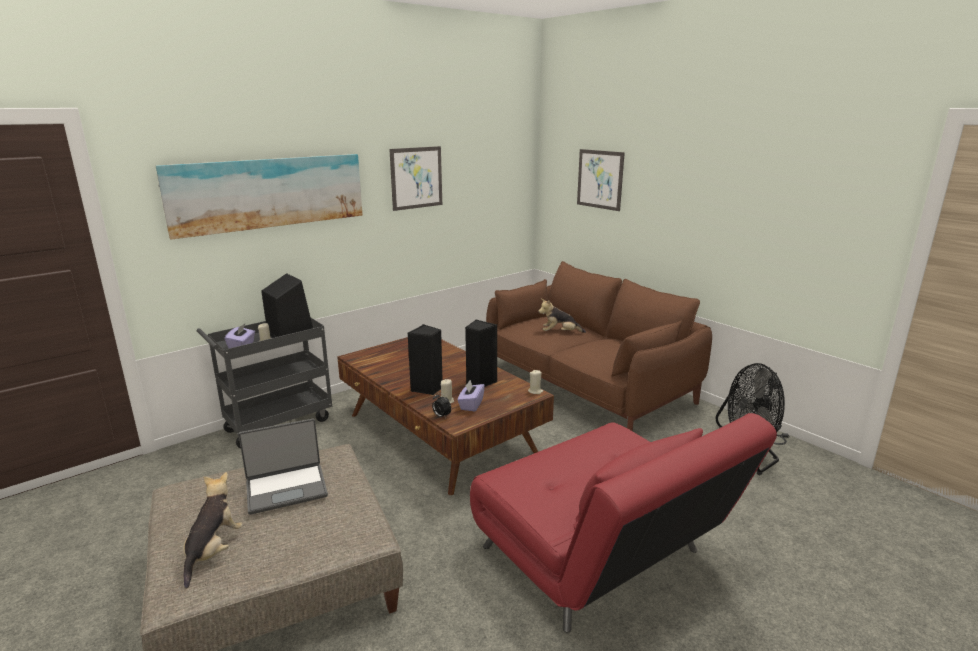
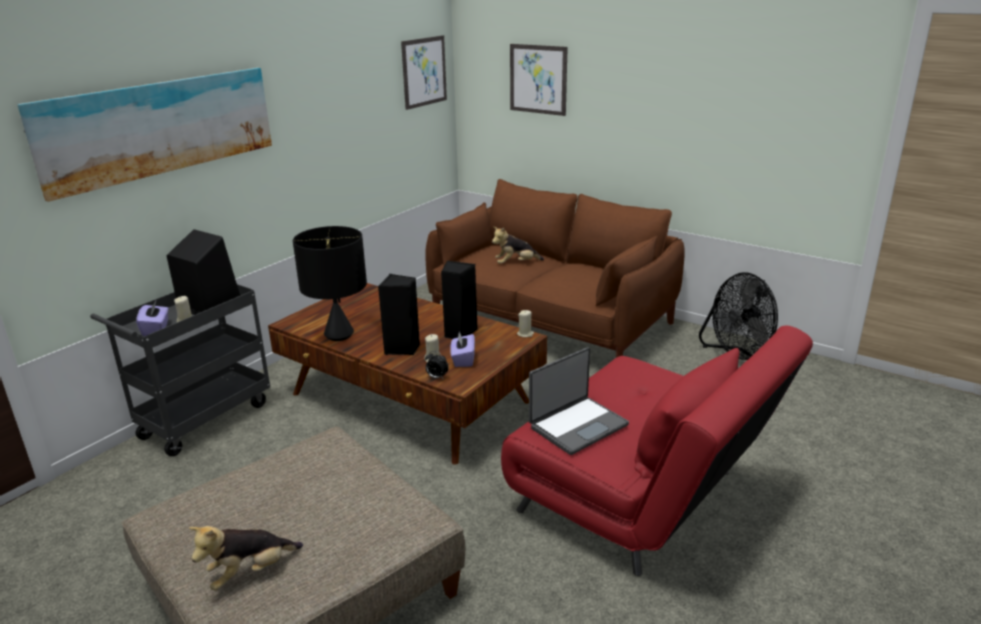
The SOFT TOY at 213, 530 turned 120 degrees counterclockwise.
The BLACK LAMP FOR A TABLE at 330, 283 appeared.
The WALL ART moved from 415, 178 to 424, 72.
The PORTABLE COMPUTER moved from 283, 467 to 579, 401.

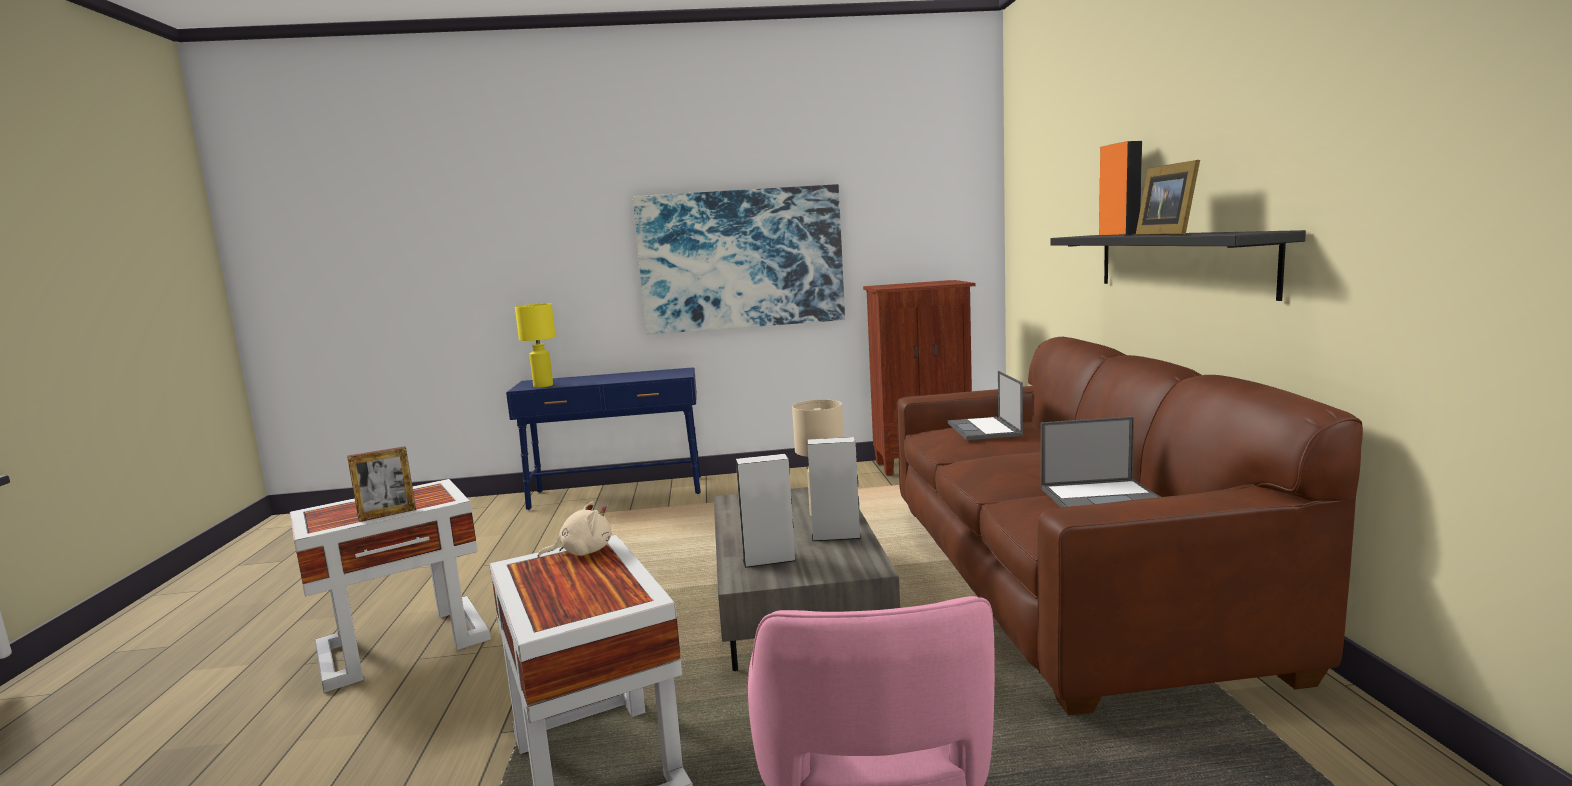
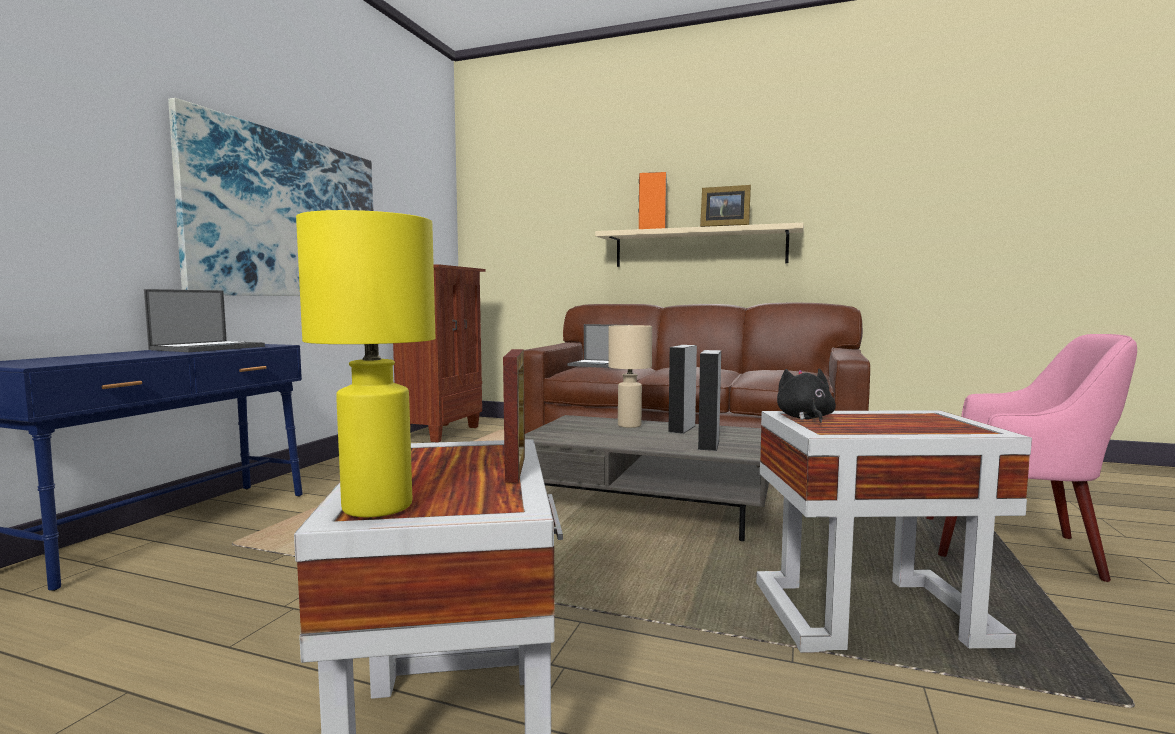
The PORTABLE COMPUTER moved from 1100, 461 to 204, 320.
The YELLOWISH LAMP FOR A TABLE moved from 535, 345 to 365, 363.
The BLACK BRACKET SHELF at 1178, 265 became the SAND-COLOURED BRACKET SHELF at 699, 245.
The SAND-COLOURED SOFT TOY at 574, 529 became the BLACK SOFT TOY at 806, 396.

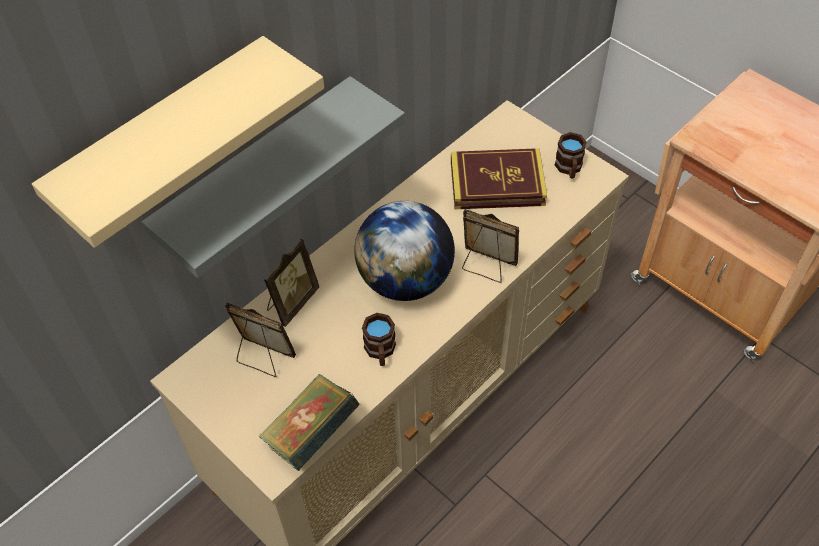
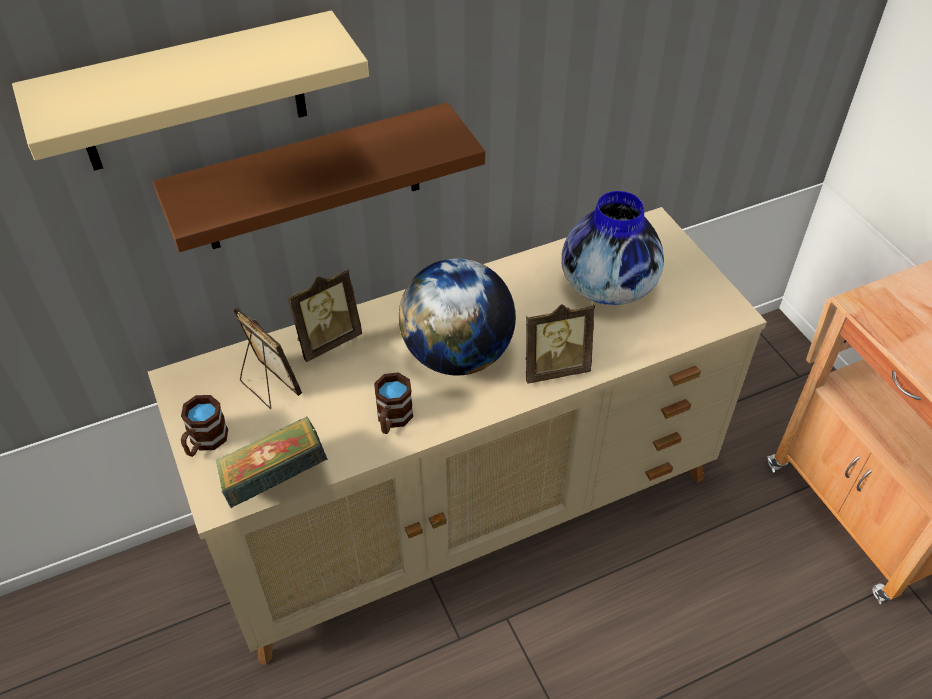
The GREY BRACKET SHELF at 273, 177 became the BROWNISH BRACKET SHELF at 319, 177.
The BROWNISH MUG moved from 571, 155 to 204, 426.
The PICTURE FRAME at 490, 246 turned 120 degrees clockwise.
The BOOK at 499, 178 was replaced by the VASE at 612, 248.

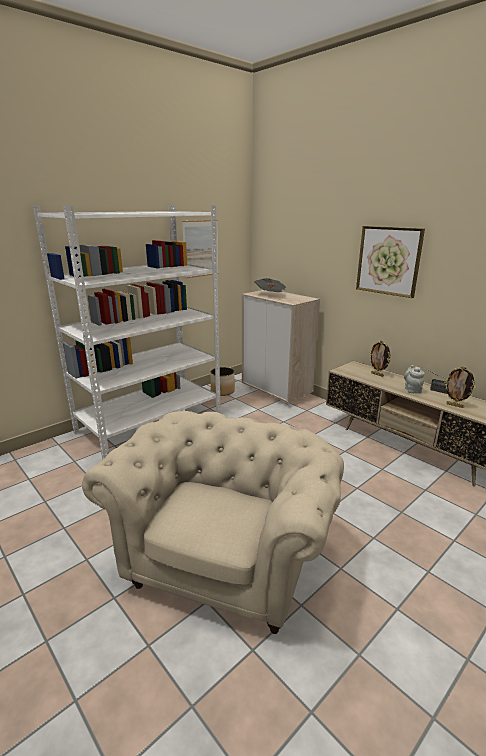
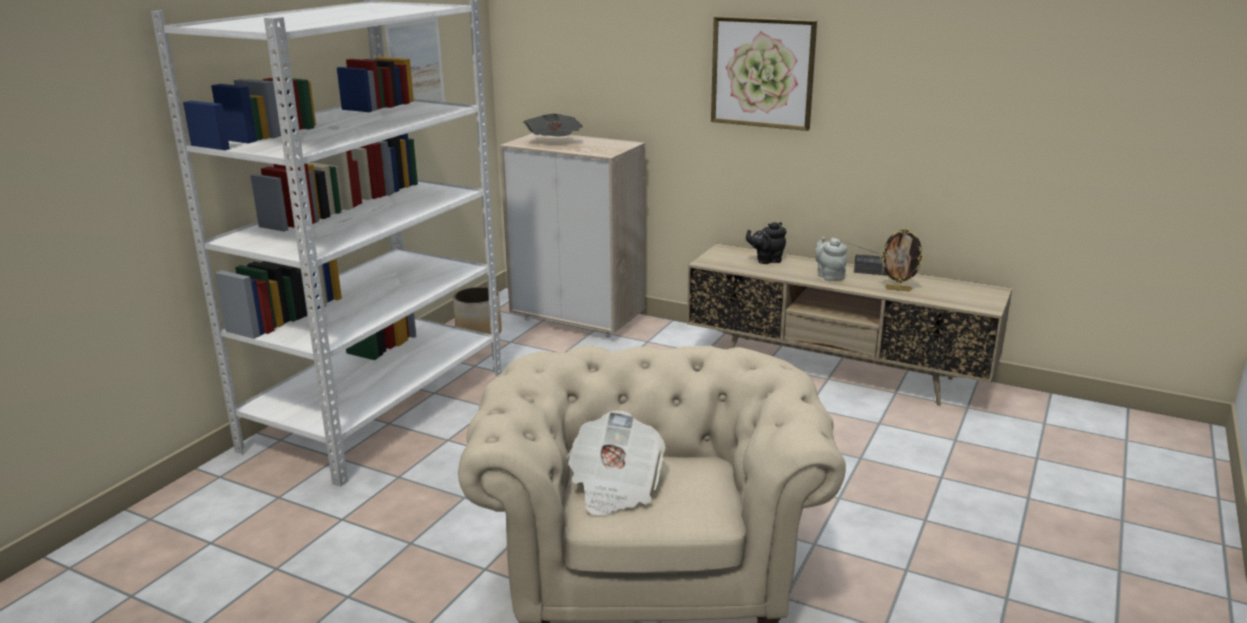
The NEWSPAPER at 616, 462 appeared.
The PICTURE FRAME at 380, 358 was replaced by the BLACK TEAPOT at 766, 243.

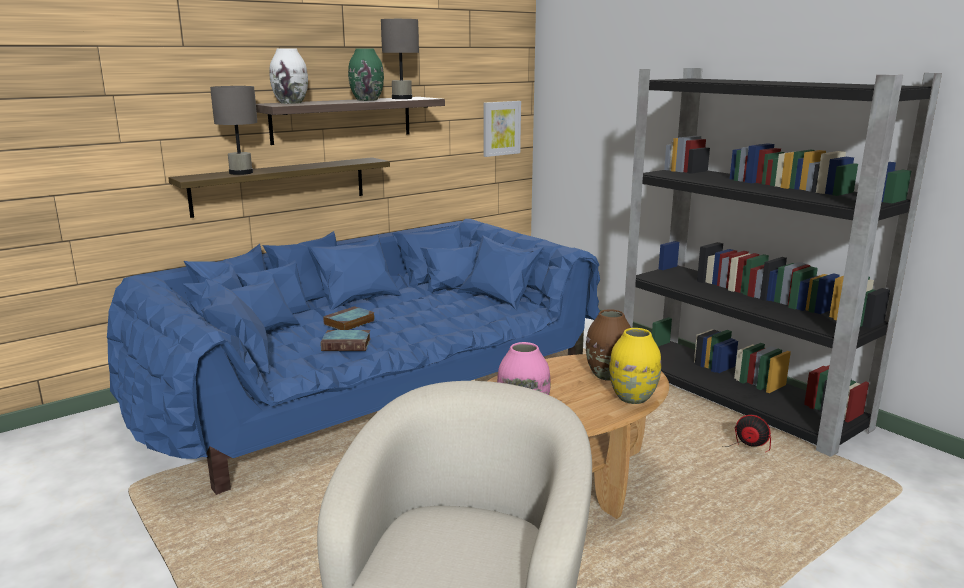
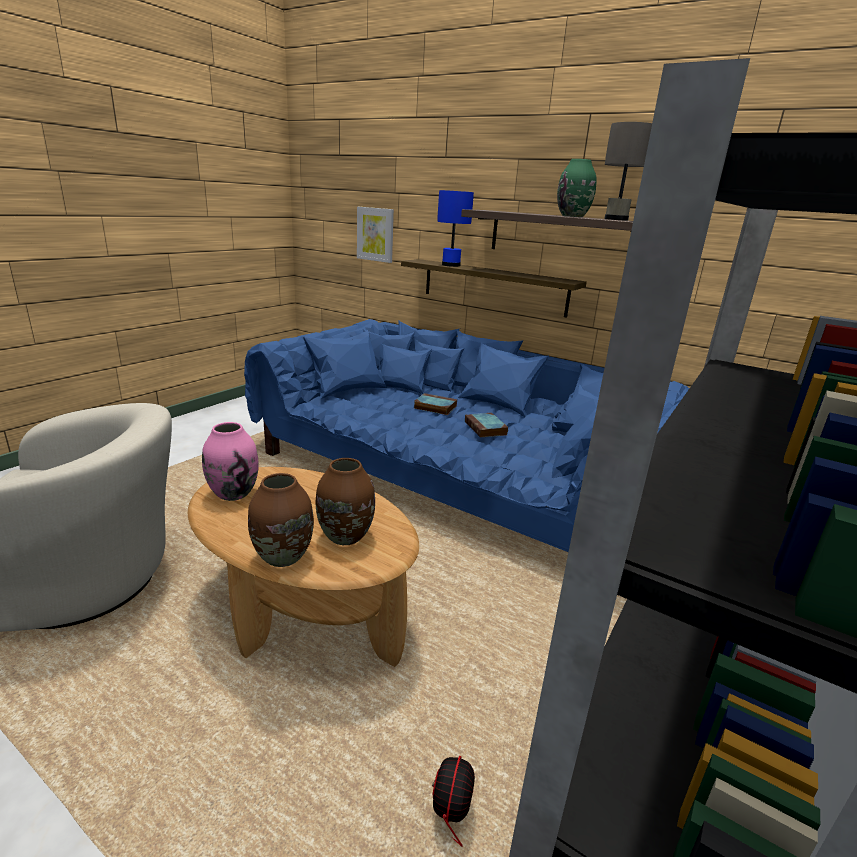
The YELLOWISH VASE at 635, 366 became the BROWNISH VASE at 281, 520.
The WALL ART moved from 502, 129 to 375, 235.
The GREY LAMP FOR A TABLE at 233, 130 became the BLUISH LAMP FOR A TABLE at 455, 228.
The BOOK moved from 345, 340 to 486, 425.
The WHITISH VASE at 289, 76 disappeared.

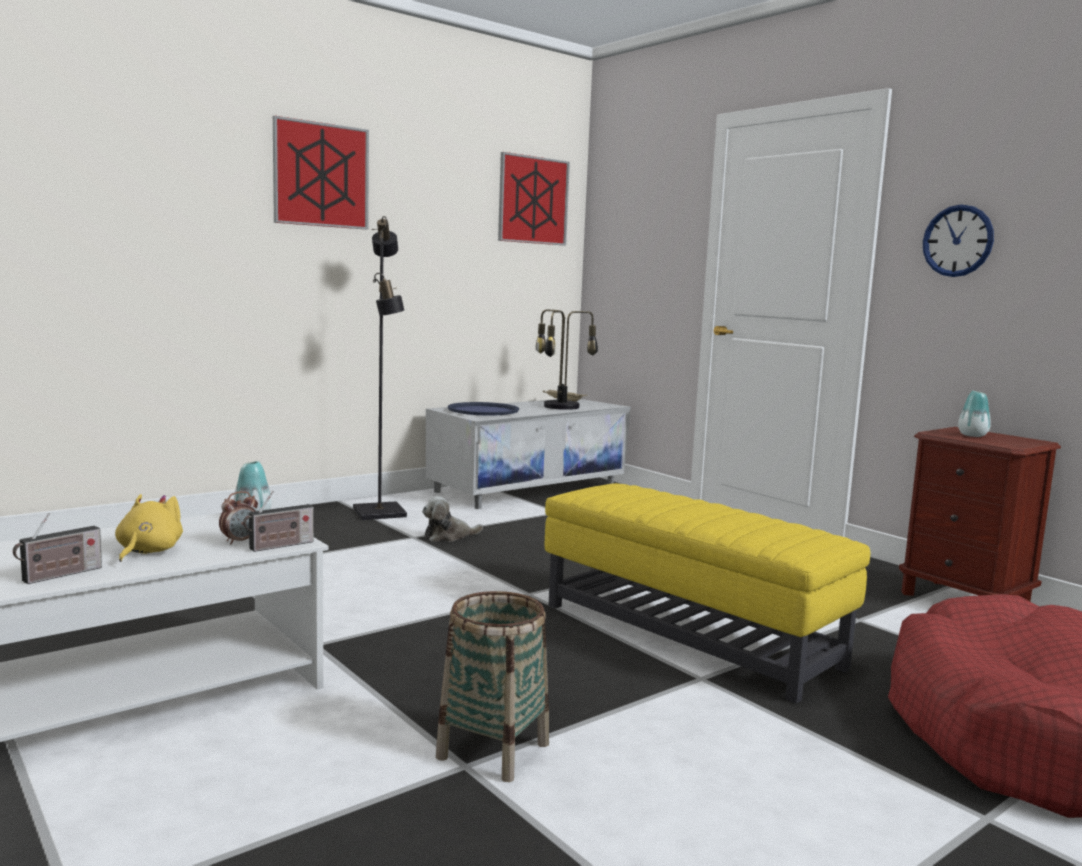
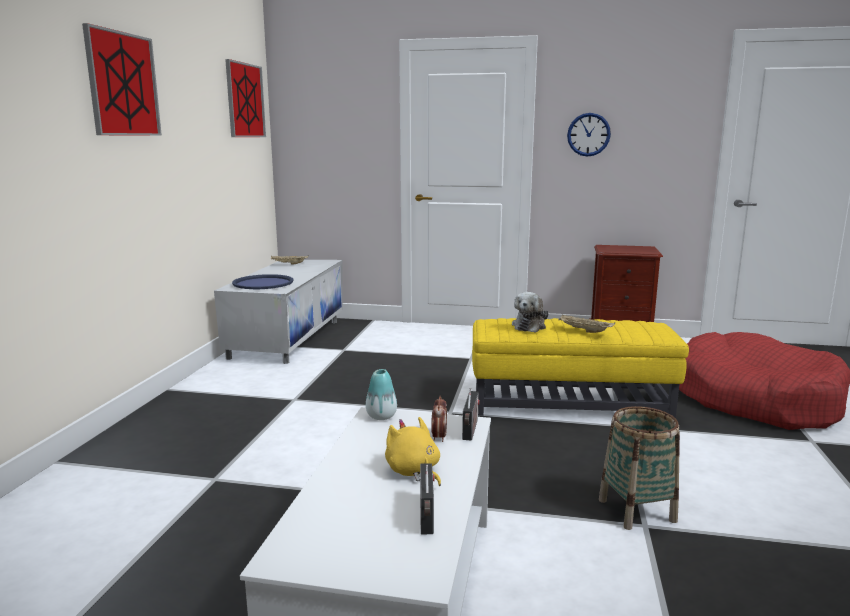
The SOFT TOY moved from 452, 519 to 530, 312.
The SAND-COLOURED TRAY at 586, 324 appeared.
The BLACK FLOOR LAMP at 380, 368 disappeared.
The LAMP FOR A TABLE at 567, 360 disappeared.
The VASE at 974, 414 disappeared.

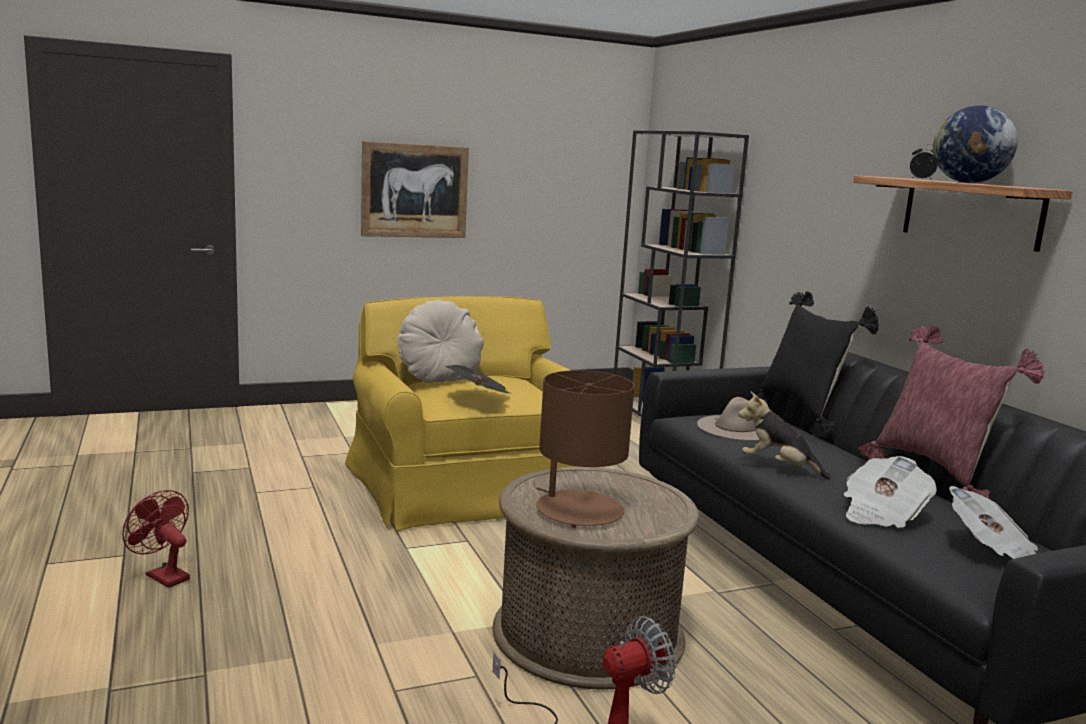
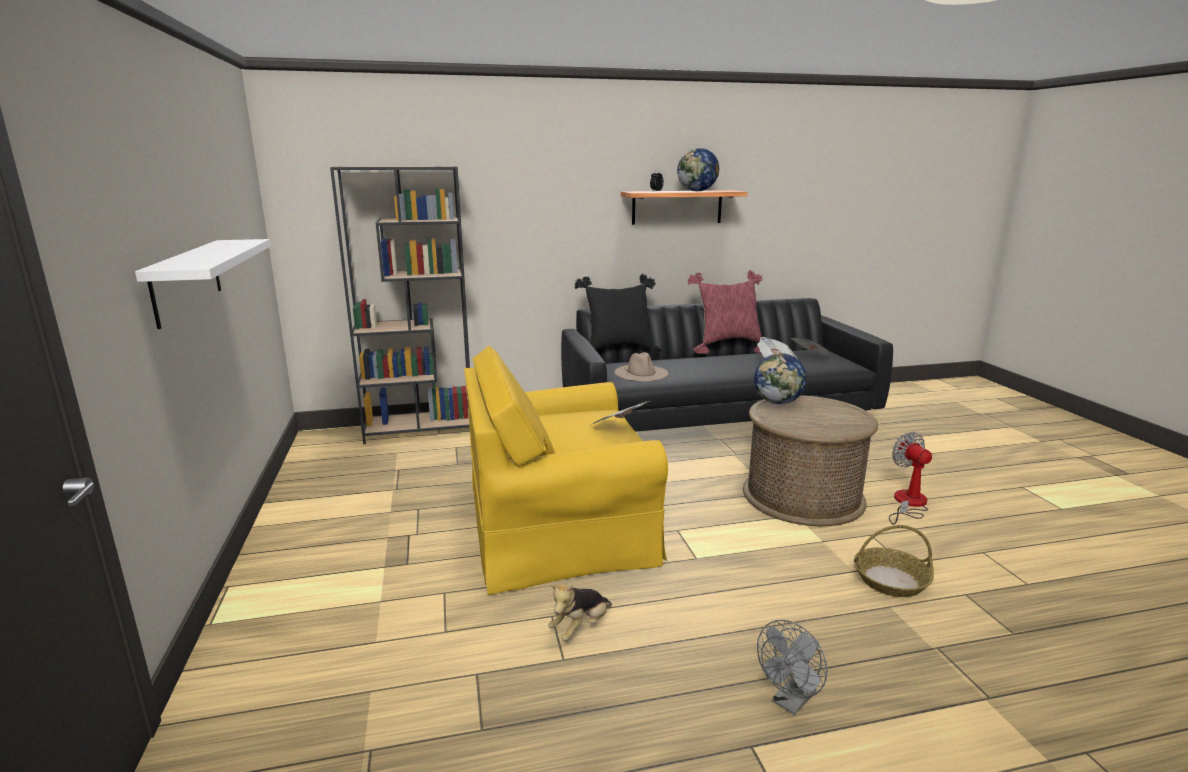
The WALL ART at 415, 189 was replaced by the WHITISH BRACKET SHELF at 203, 284.
The SOFT TOY moved from 784, 435 to 580, 612.
The DESK GLOBE at 780, 378 appeared.
The REDDISH COOLING FAN at 156, 539 became the GREY COOLING FAN at 792, 667.
The HOUSEHOLD BASKET at 894, 561 appeared.
The SAND-COLOURED PILLOW at 440, 341 disappeared.
The BROWNISH LAMP FOR A TABLE at 586, 449 disappeared.

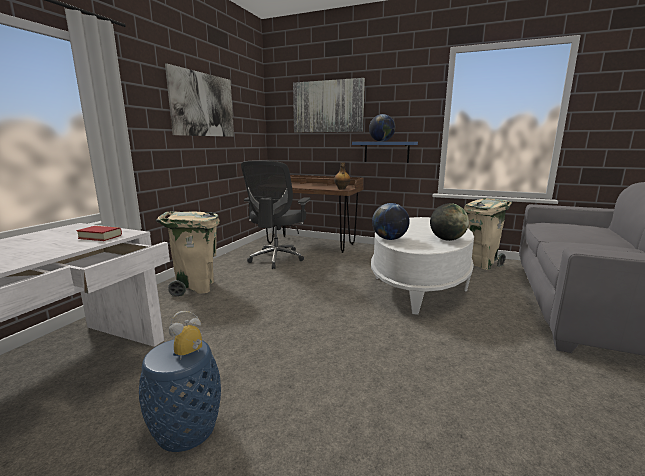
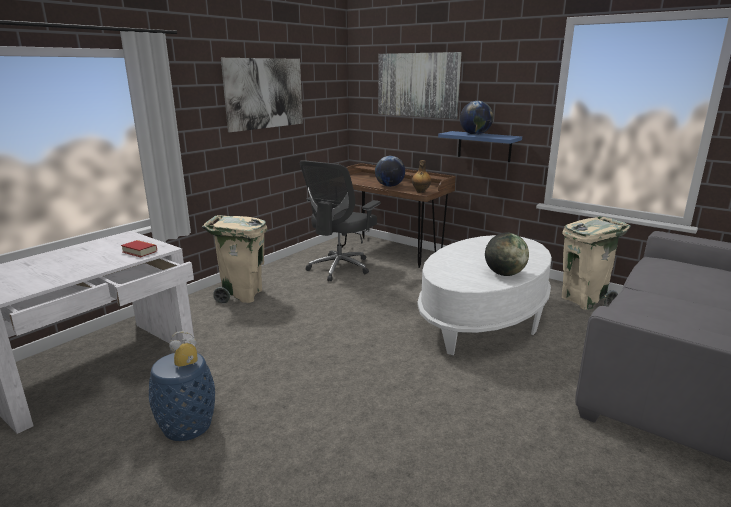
The DESK GLOBE moved from 391, 221 to 390, 171.

